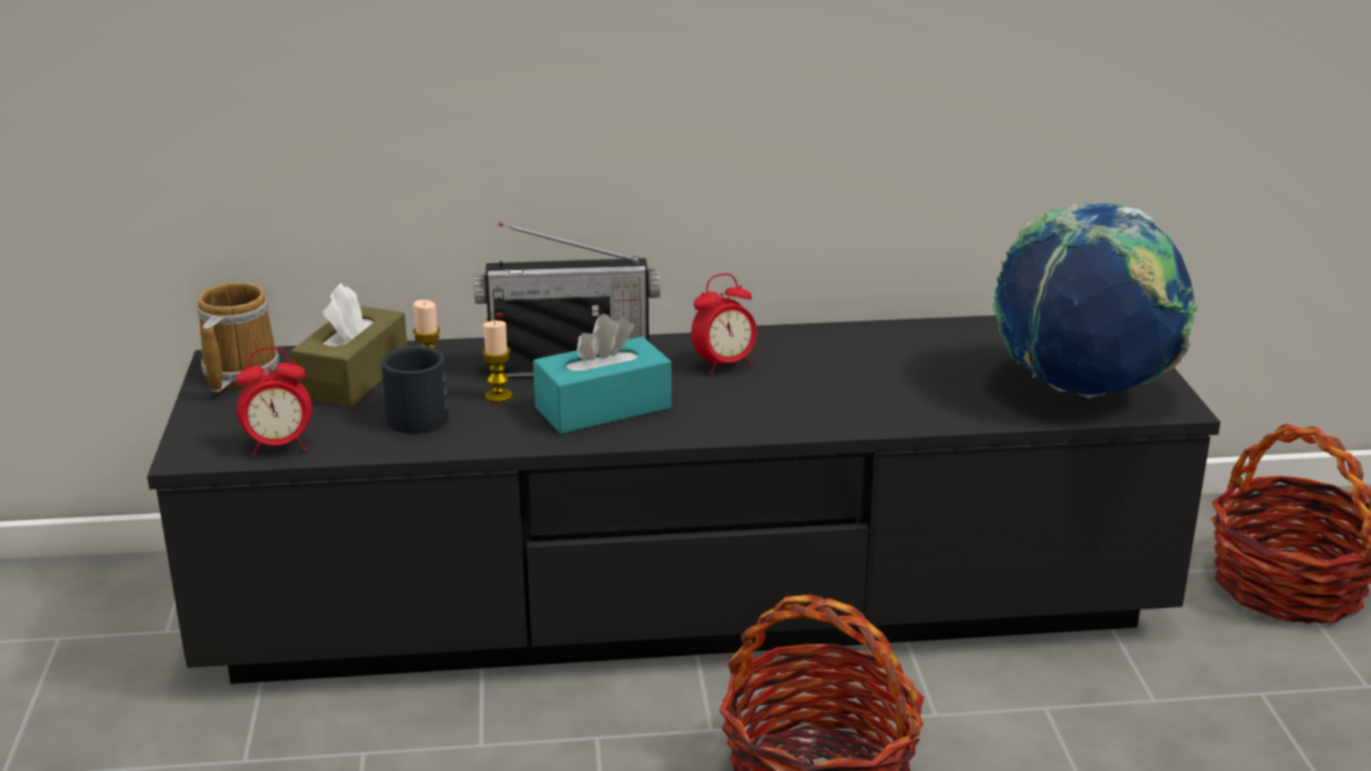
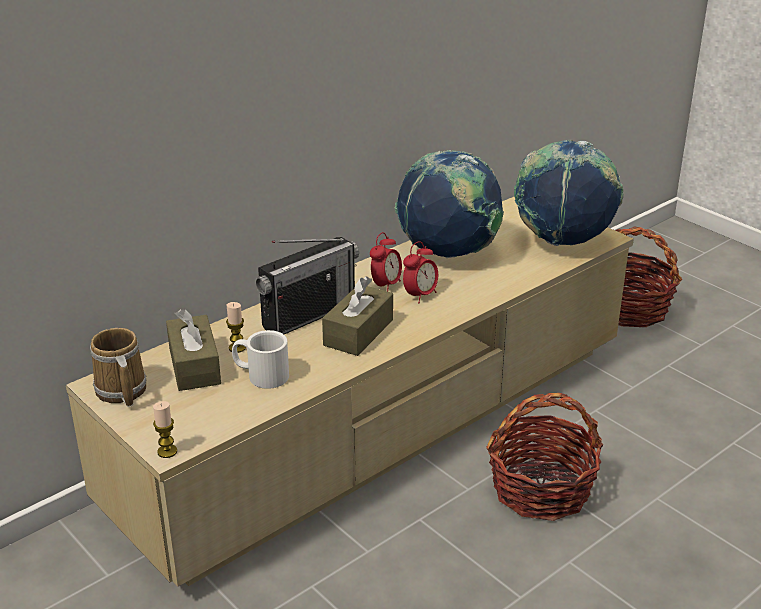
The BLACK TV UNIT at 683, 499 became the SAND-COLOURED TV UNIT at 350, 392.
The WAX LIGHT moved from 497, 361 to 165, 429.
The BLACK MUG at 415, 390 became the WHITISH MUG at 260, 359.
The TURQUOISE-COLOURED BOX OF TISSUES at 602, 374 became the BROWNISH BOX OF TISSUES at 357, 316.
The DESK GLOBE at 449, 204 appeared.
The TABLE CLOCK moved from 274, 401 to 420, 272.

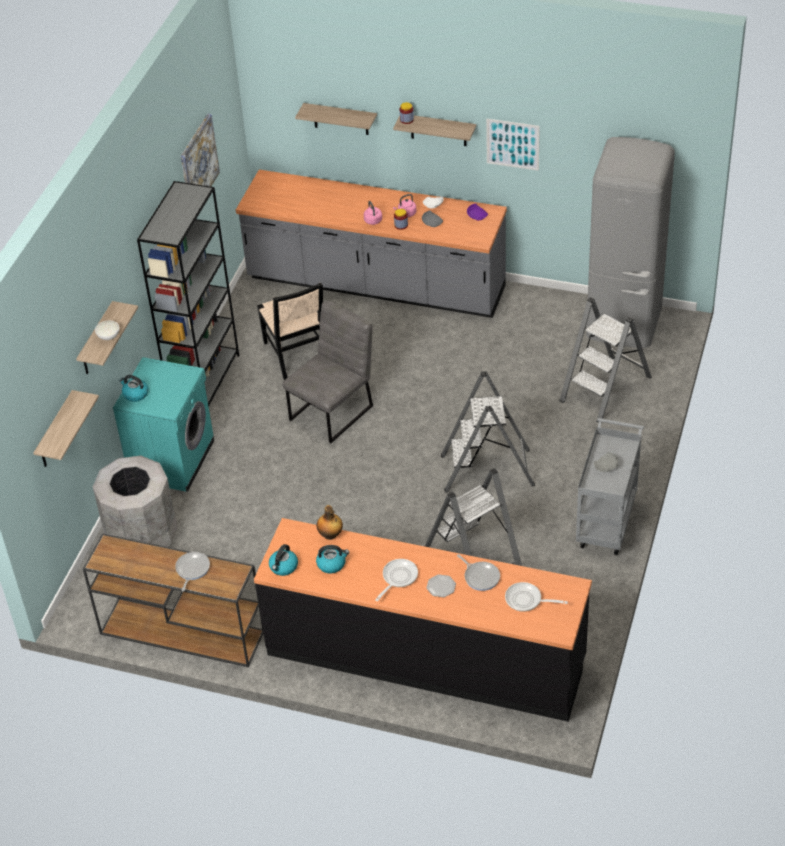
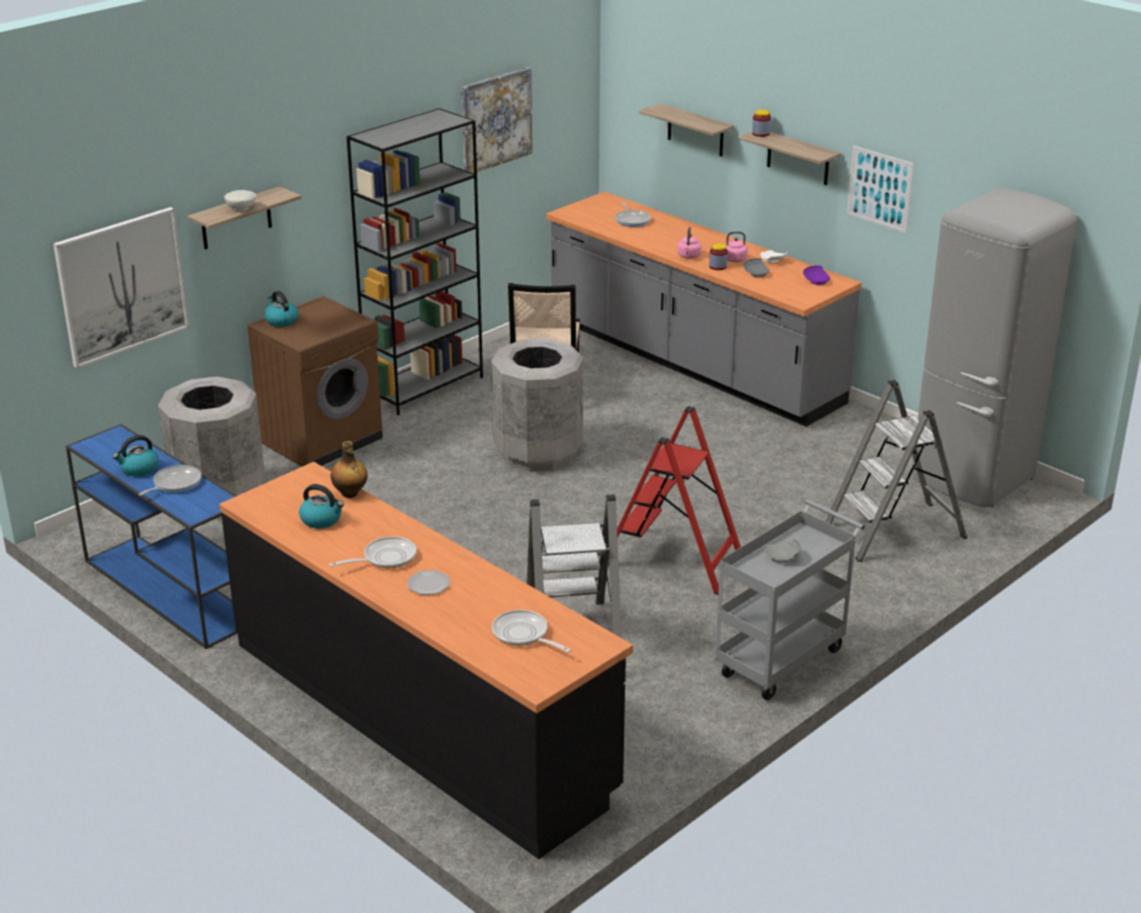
The BRACKET SHELF at 66, 428 was replaced by the WALL ART at 121, 288.
The BROWNISH HALL TABLE at 173, 600 became the BLUISH HALL TABLE at 152, 536.
The TEA KETTLE moved from 283, 560 to 136, 455.
The TURQUOISE-COLOURED WASHING MACHINE at 163, 424 became the BROWNISH WASHING MACHINE at 315, 381.
The GREY UPRIGHT CHAIR at 327, 371 was replaced by the GREY RUBBISH BIN at 537, 405.
The FRYING PAN moved from 478, 572 to 633, 214.
The GREY STEP LADDER at 488, 431 became the REDDISH STEP LADDER at 679, 500.

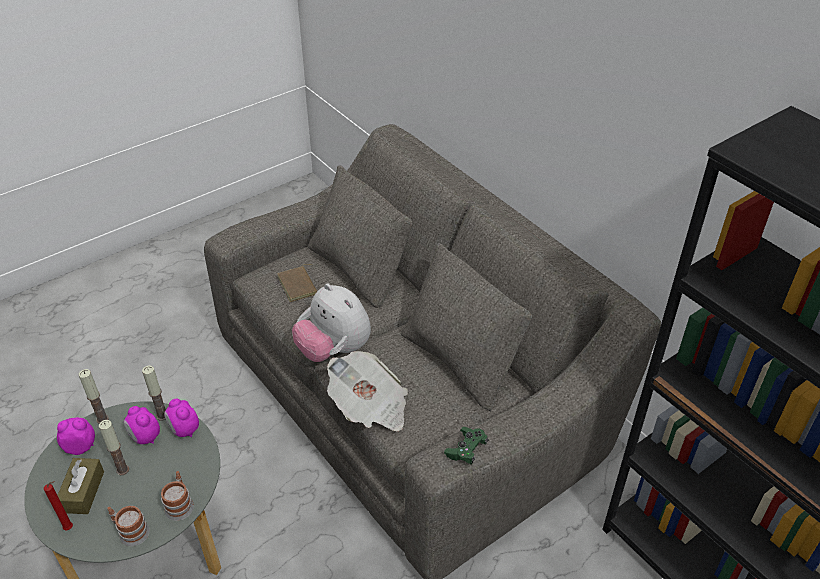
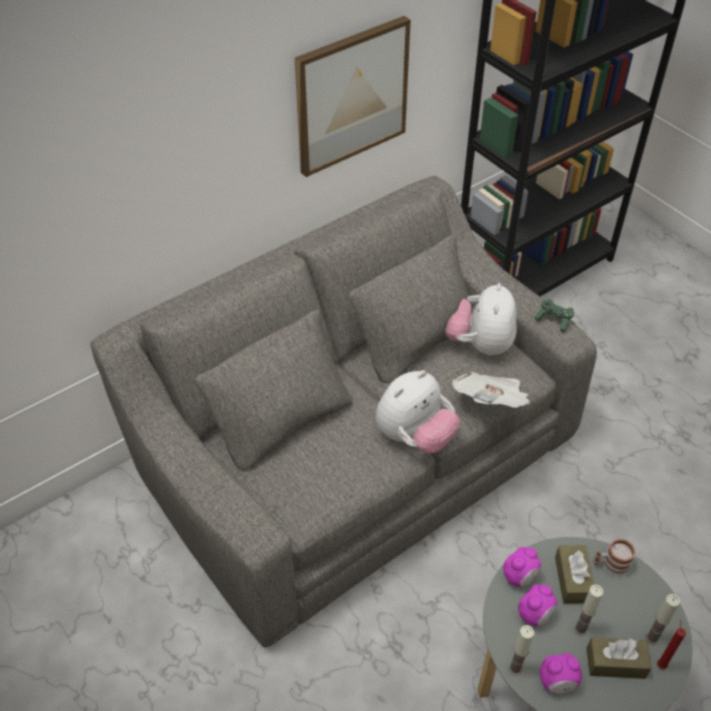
The WALL ART at 352, 96 appeared.
The SOFT TOY at 481, 319 appeared.
The TABLE CLOCK at 76, 436 turned 90 degrees counterclockwise.
The BROWNISH BOX OF TISSUES at 574, 574 appeared.
The WAX LIGHT moved from 154, 393 to 662, 619.
The MUG at 128, 526 disappeared.
The BROWNISH BOOK at 297, 283 disappeared.

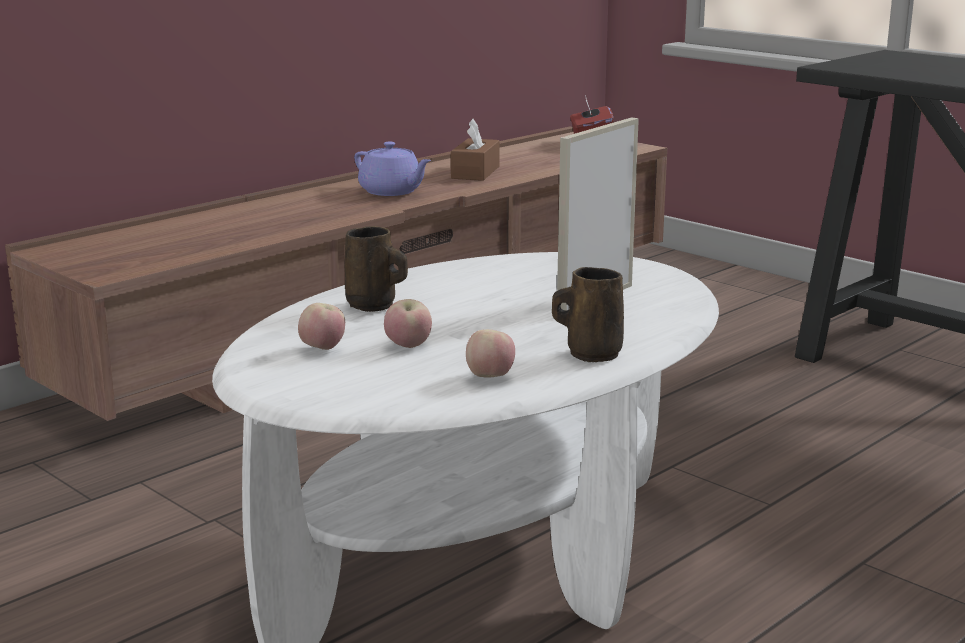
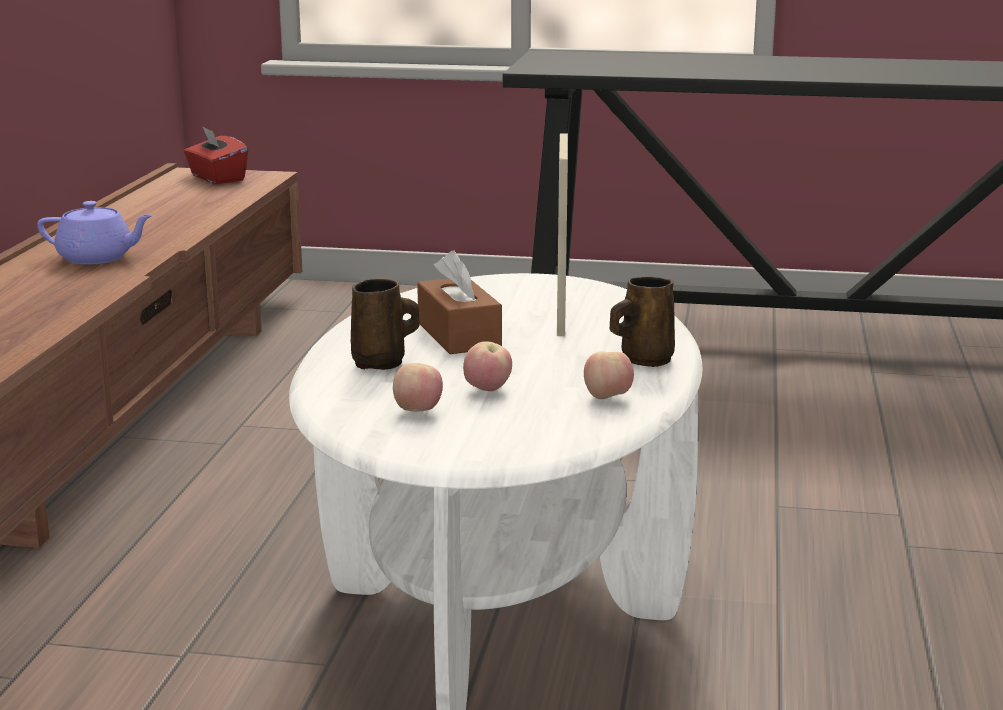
The BROWNISH BOX OF TISSUES moved from 475, 150 to 459, 302.

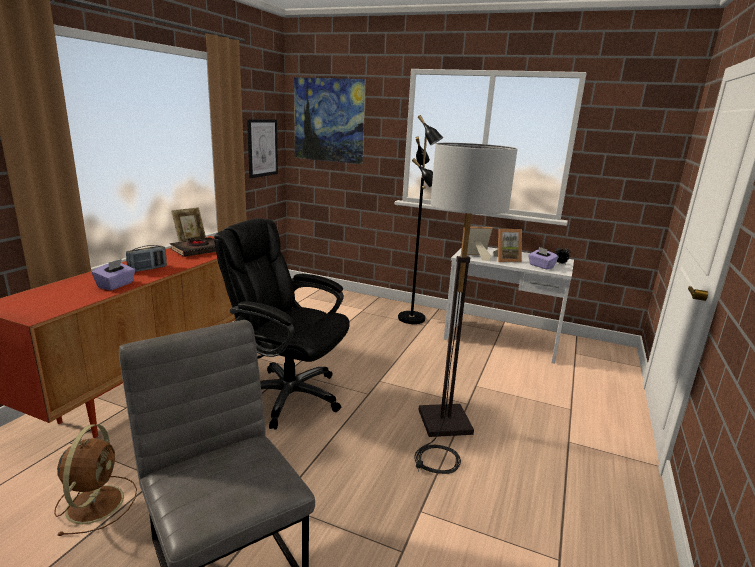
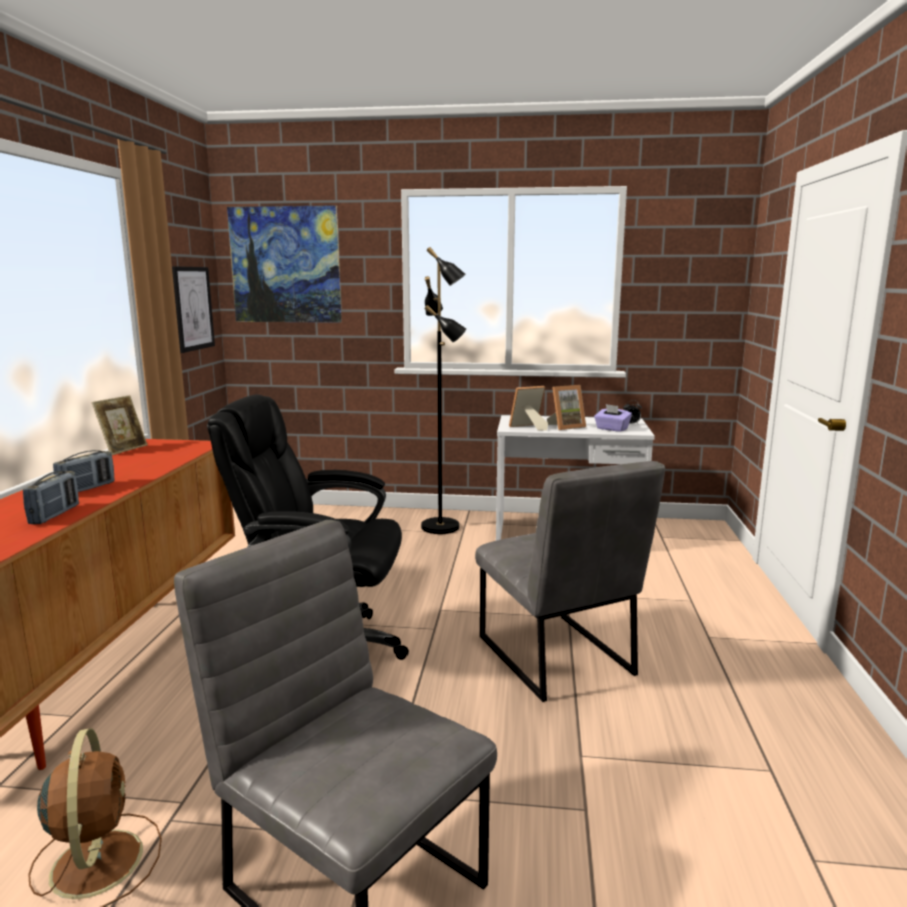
The PURPLISH BOX OF TISSUES at 113, 274 was replaced by the RADIO at 51, 497.
The FLOOR LAMP at 466, 308 was replaced by the GREY UPRIGHT CHAIR at 570, 581.
The BLACK BOOK at 193, 247 disappeared.

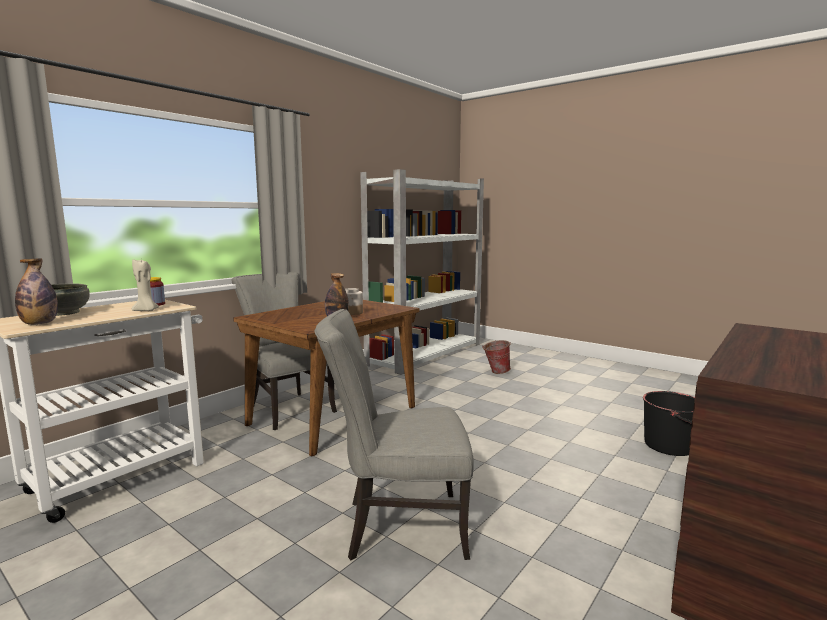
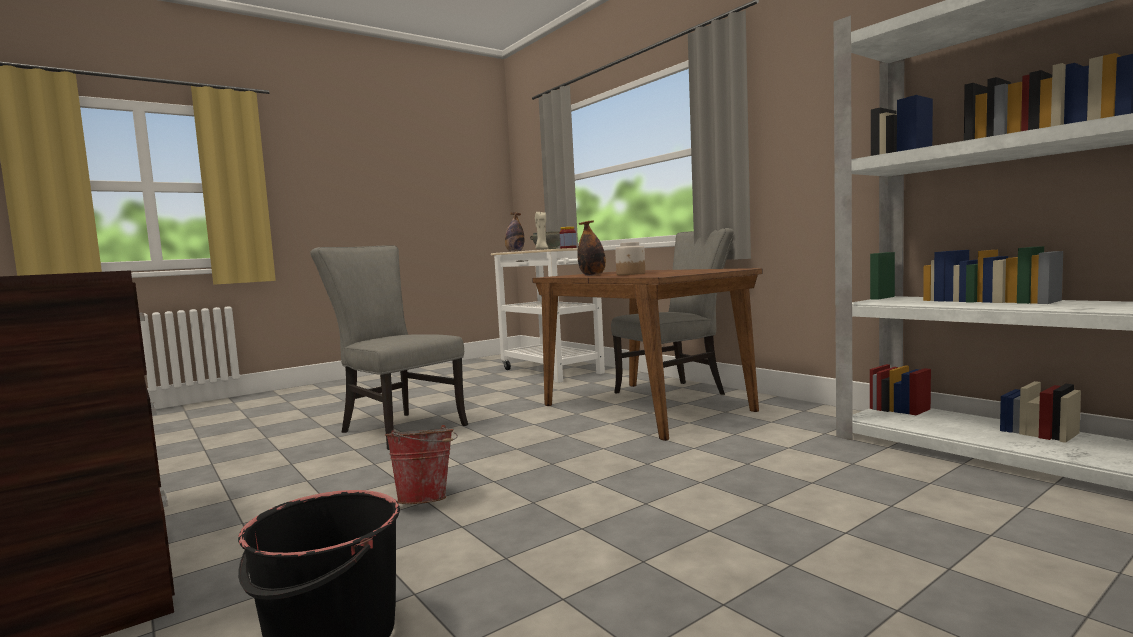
The GREY UPRIGHT CHAIR at 394, 434 turned 60 degrees counterclockwise.
The BUCKET moved from 496, 357 to 421, 464.

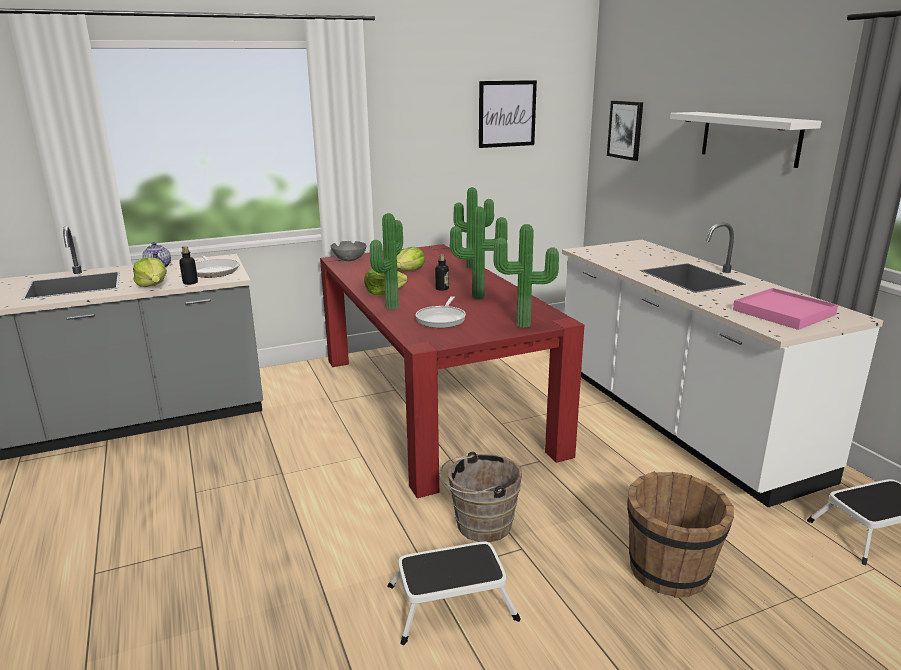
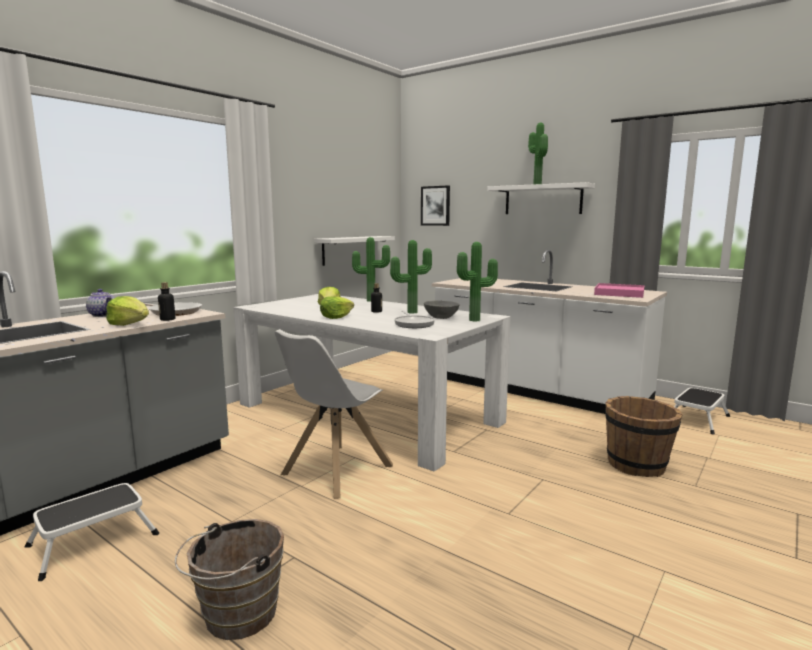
The BLACK STEP LADDER moved from 454, 593 to 92, 532.
The BROWNISH BUCKET moved from 480, 497 to 229, 579.
The REDDISH DINING TABLE at 452, 371 became the WHITISH DINING TABLE at 372, 383.
The UPRIGHT CHAIR at 334, 414 appeared.
The WHITISH BRACKET SHELF at 354, 251 appeared.
The GREY DEEP DISH moved from 349, 251 to 441, 310.
The POTTED PLANT moved from 386, 261 to 538, 153.
The WALL ART at 508, 114 disappeared.

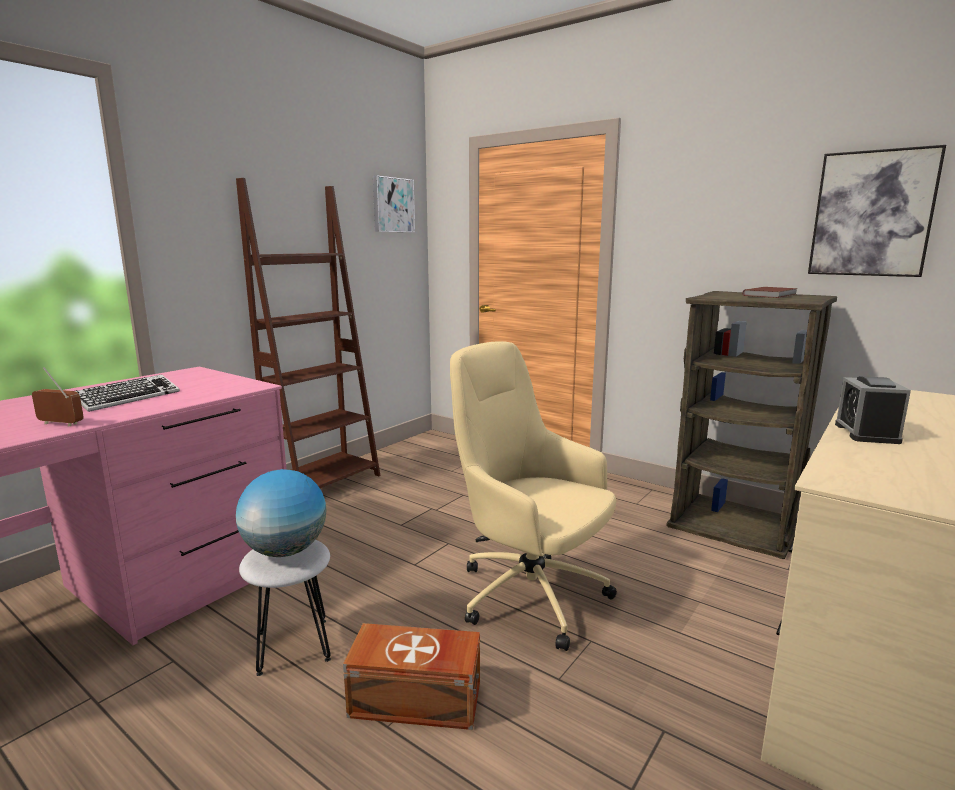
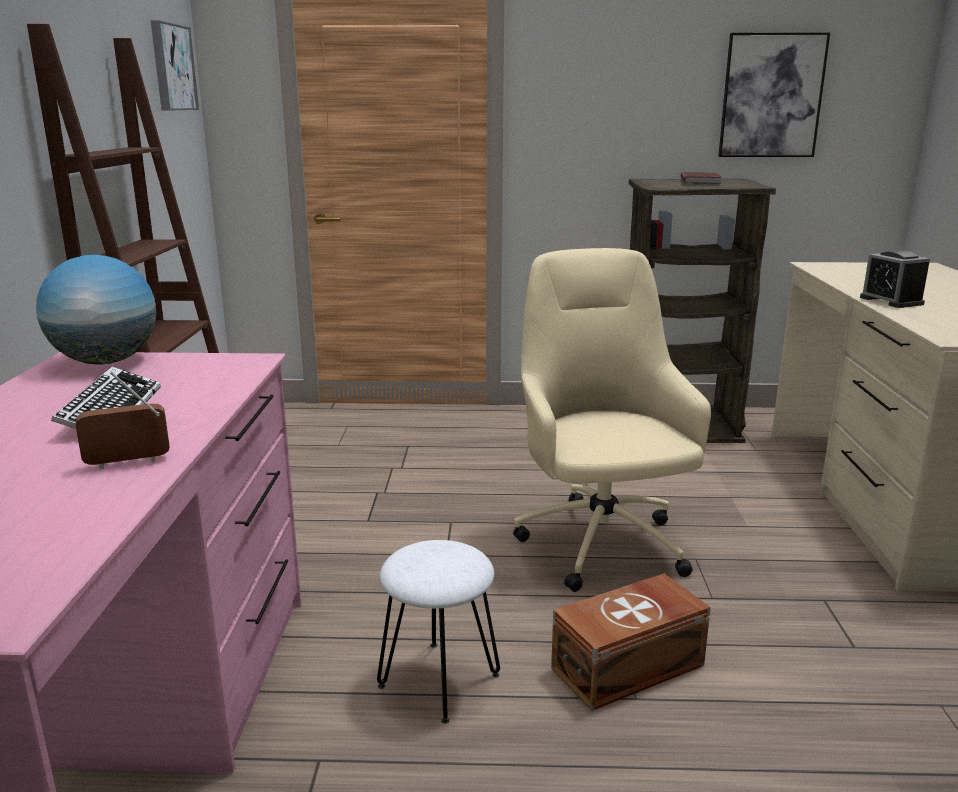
The DESK GLOBE moved from 281, 513 to 96, 310.
The SAND-COLOURED DESK CHAIR at 533, 496 turned 75 degrees clockwise.

